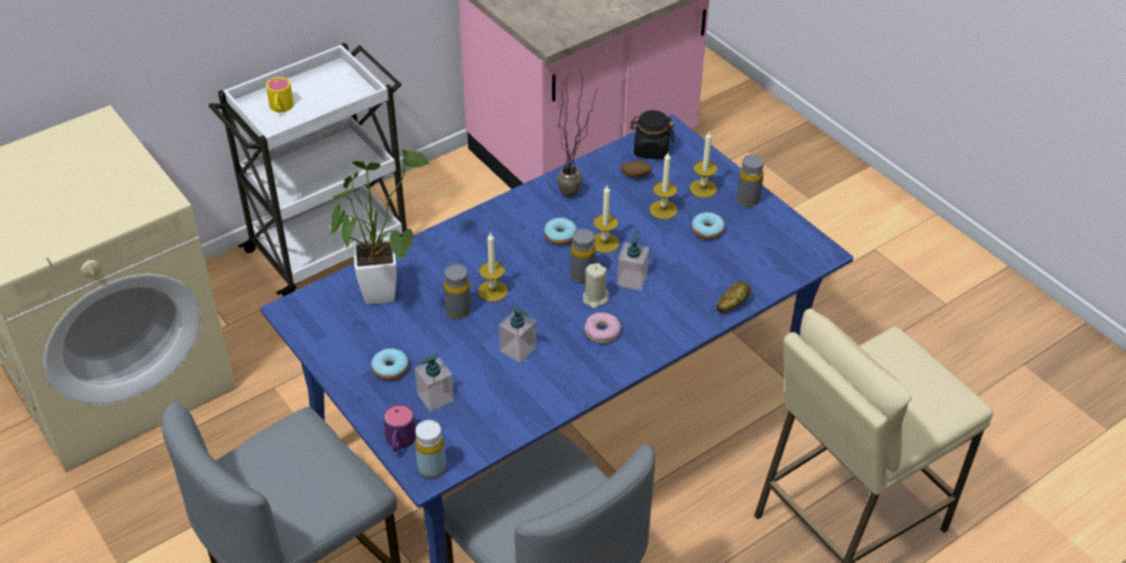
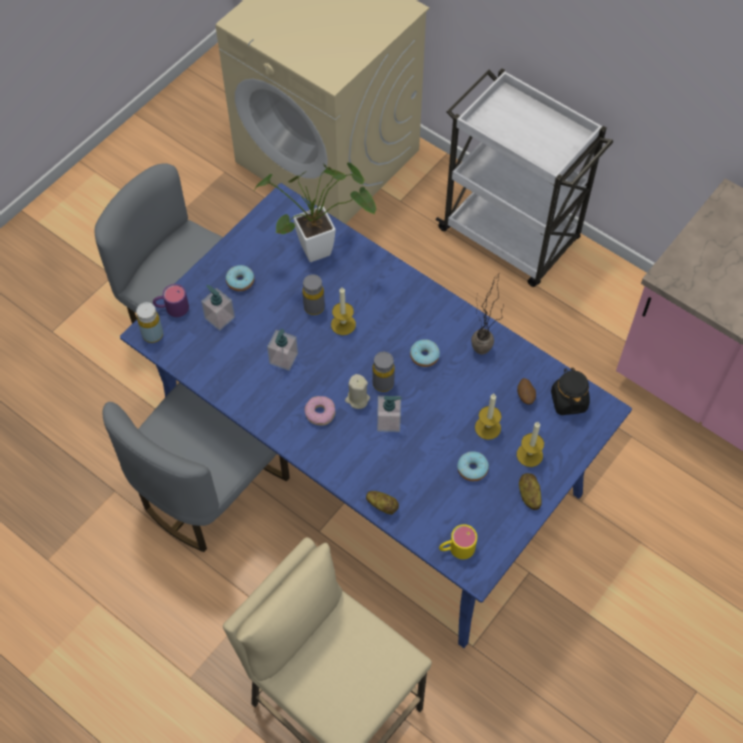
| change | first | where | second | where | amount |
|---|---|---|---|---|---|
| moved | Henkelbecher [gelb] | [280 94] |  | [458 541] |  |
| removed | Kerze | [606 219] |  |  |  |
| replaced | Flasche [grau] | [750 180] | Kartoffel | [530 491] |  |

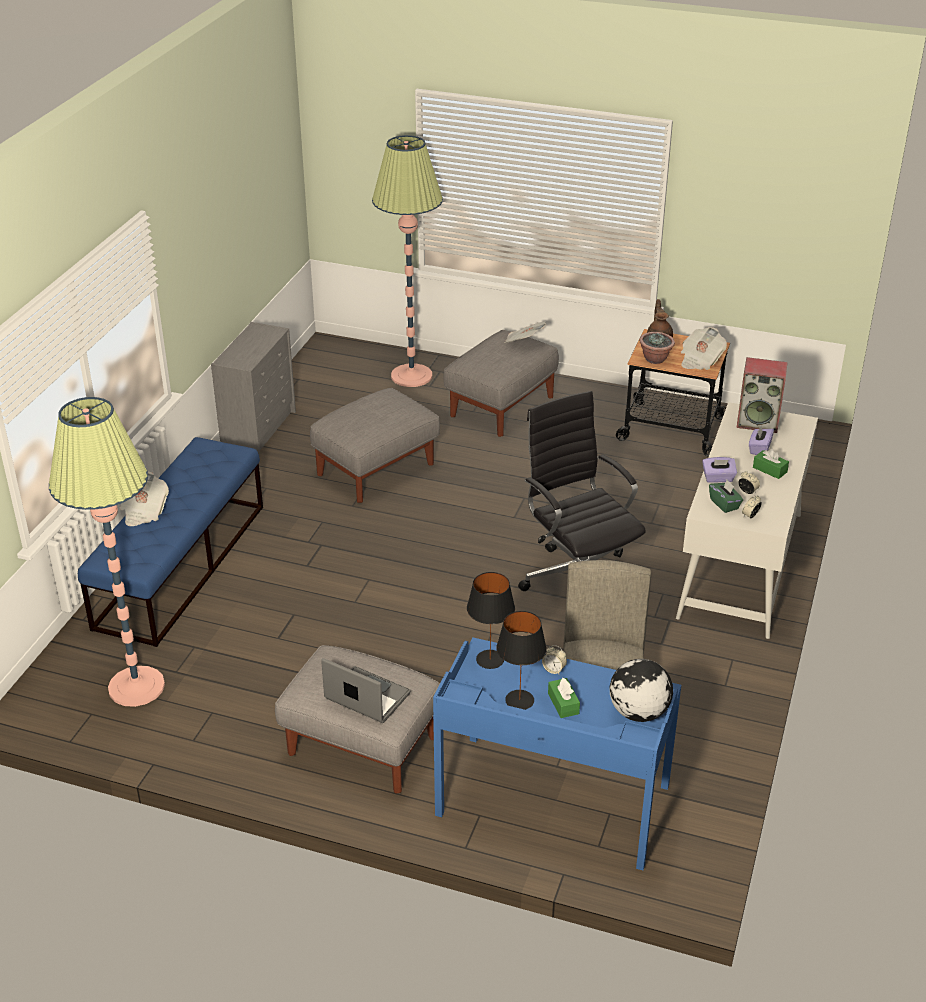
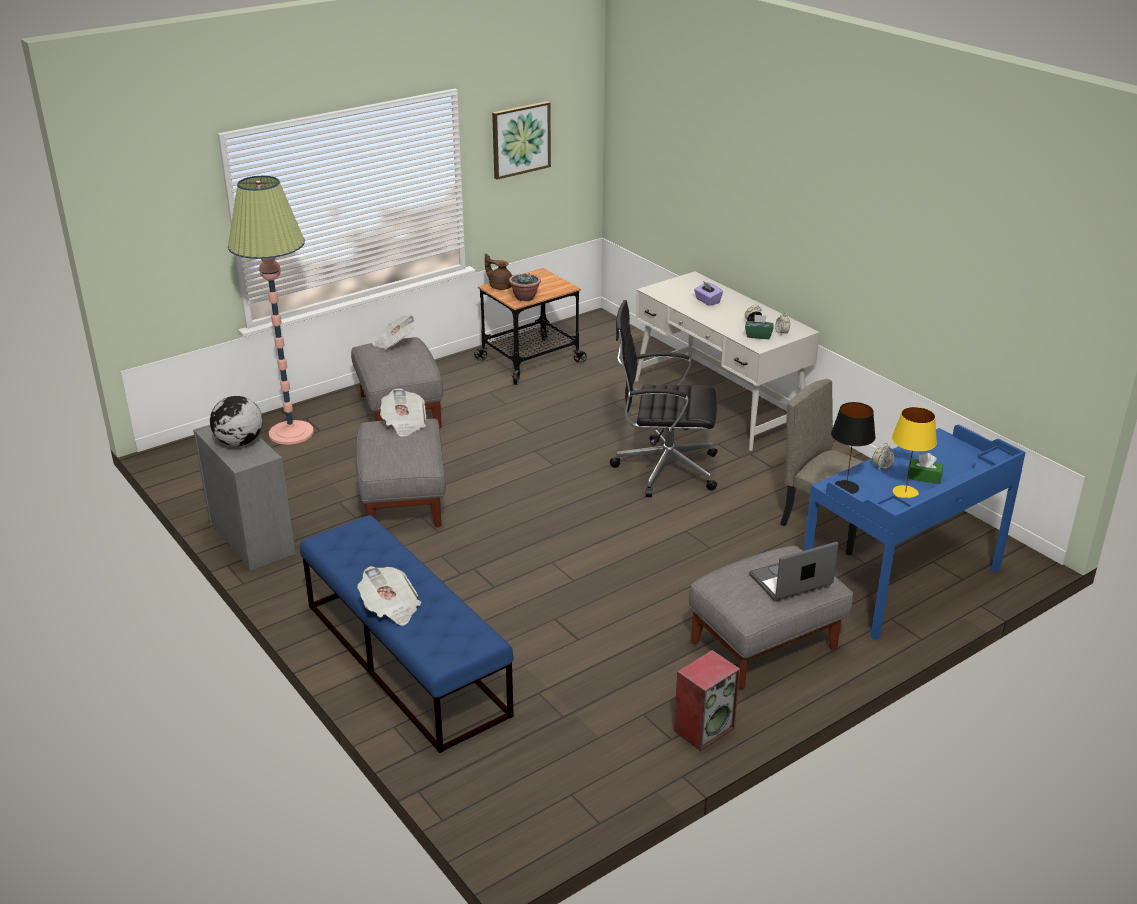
| change | first | where | second | where | amount |
|---|---|---|---|---|---|
| removed | Stehlampe | [107 552] |  |  |  |
| recoloured | Tischlampe [schwarz] | [521 660] | Tischlampe [gelb] | [914 452] |  |
| moved | Globus | [641 690] |  | [236 421] |  |
| moved | Zeitung | [704 348] |  | [403 412] |  |
| removed | Taschentuchbox [lila] | [719 470] |  |  |  |
| moved | Lautsprecher | [762 395] |  | [707 700] |  |
| removed | Taschentuchbox [grün] | [771 464] |  |  |  |
| added |  |  | Bild | [521 140] |  |

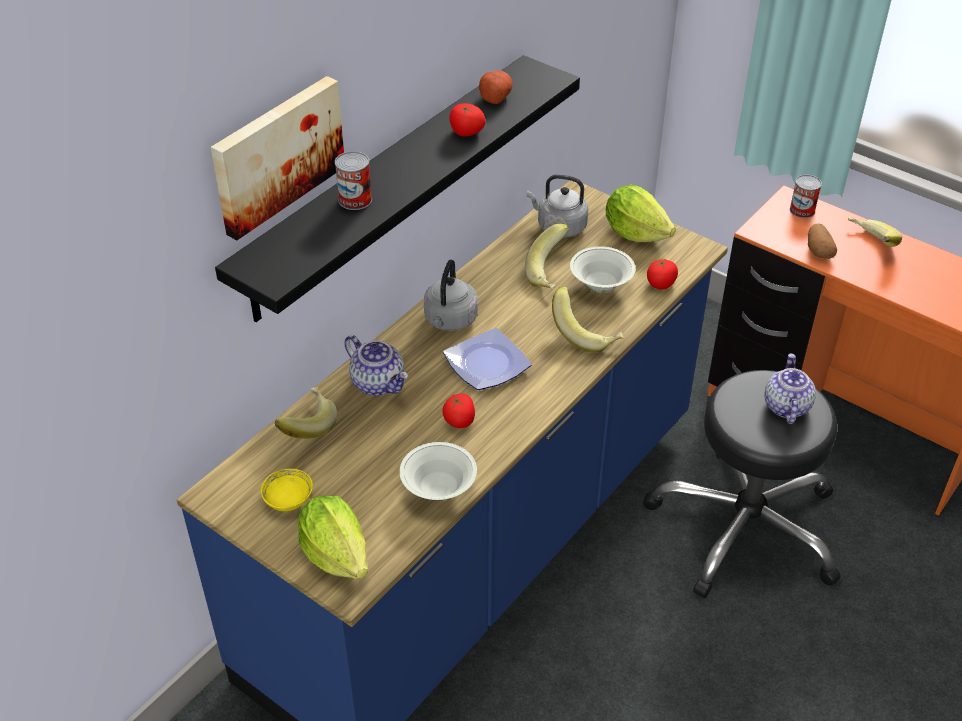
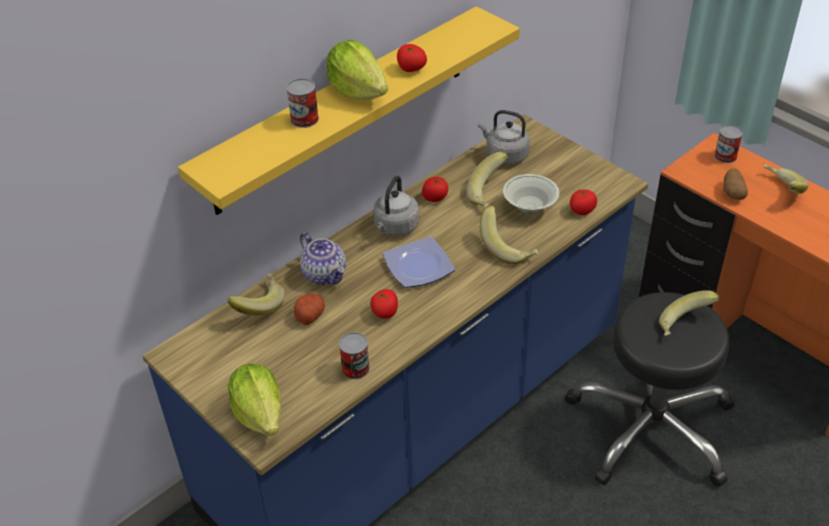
| change | first | where | second | where | amount |
|---|---|---|---|---|---|
| removed | Bild | [277 158] |  |  |  |
| recoloured | Wandregal [schwarz] | [397 188] | Wandregal [gelb] | [349 110] |  |
| removed | Schüssel [gelb] | [287 489] |  |  |  |
| replaced | Schüssel [weiß] | [438 471] | Dose | [354 355] |  |
| moved | Kartoffel | [496 87] |  | [309 309] |  |
| moved | Salatkopf | [641 213] |  | [357 70] |  |
| replaced | Teekanne | [790 388] | Banane | [689 313] |  |
| added |  |  | Tomate | [435 189] |  |

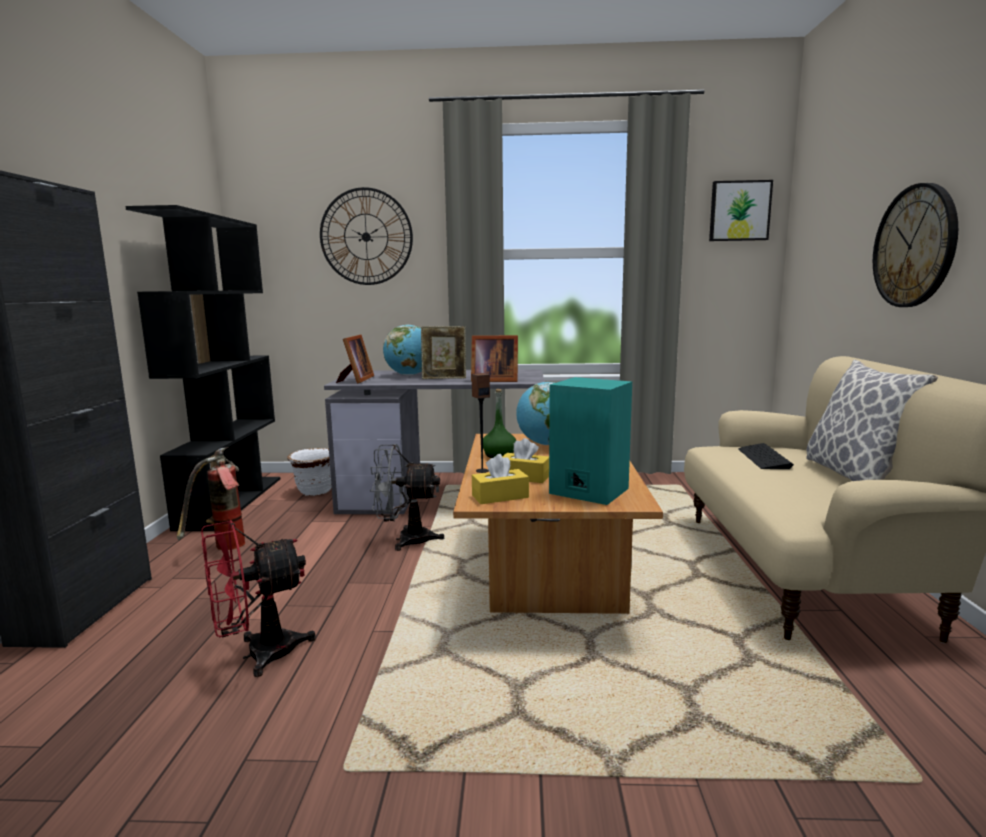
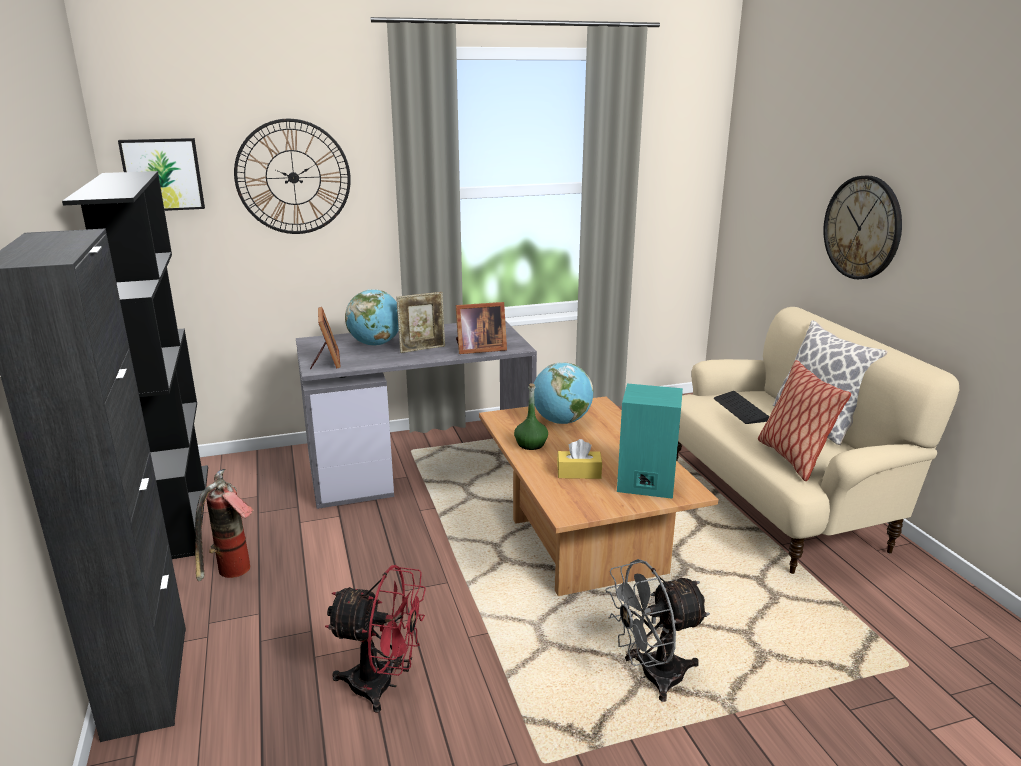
| change | first | where | second | where | amount |
|---|---|---|---|---|---|
| turned | Ventilator [rot] | [258 598] |  | [375 639] | 120 degrees counterclockwise |
| removed | Pflanzkübel [weiß] | [309 472] |  |  |  |
| moved | Ventilator [grau] | [407 497] |  | [657 630] |  |
| removed | Lautsprecher | [480 423] |  |  |  |
| removed | Taschentuchbox [gelb] | [500 479] |  |  |  |
| moved | Bild | [741 210] |  | [161 174] |  |
| added |  |  | Kissen | [804 420] |  |

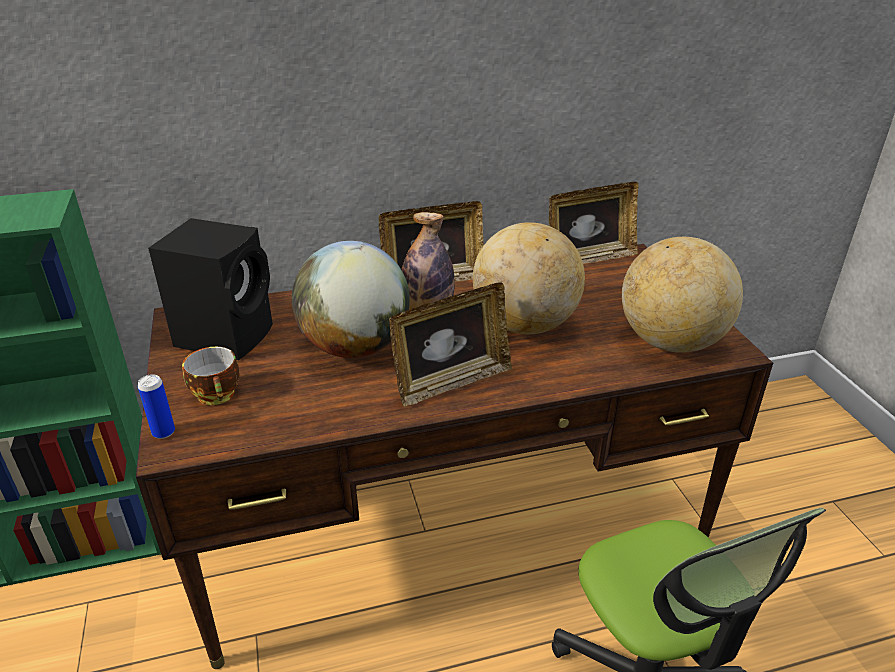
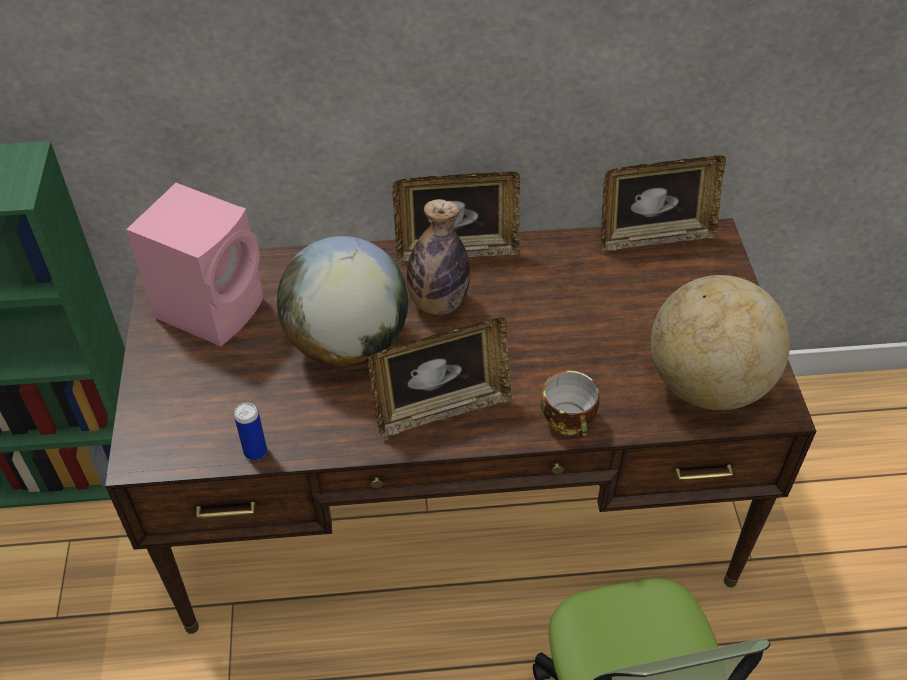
| change | first | where | second | where | amount |
|---|---|---|---|---|---|
| moved | Dose | [156 406] |  | [250 431] |  |
| recoloured | Lautsprecher [schwarz] | [210 289] | Lautsprecher [rosa] | [195 265] |  |
| moved | Tasse | [211 376] |  | [570 404] |  |
| removed | Globus | [529 278] |  |  |  |

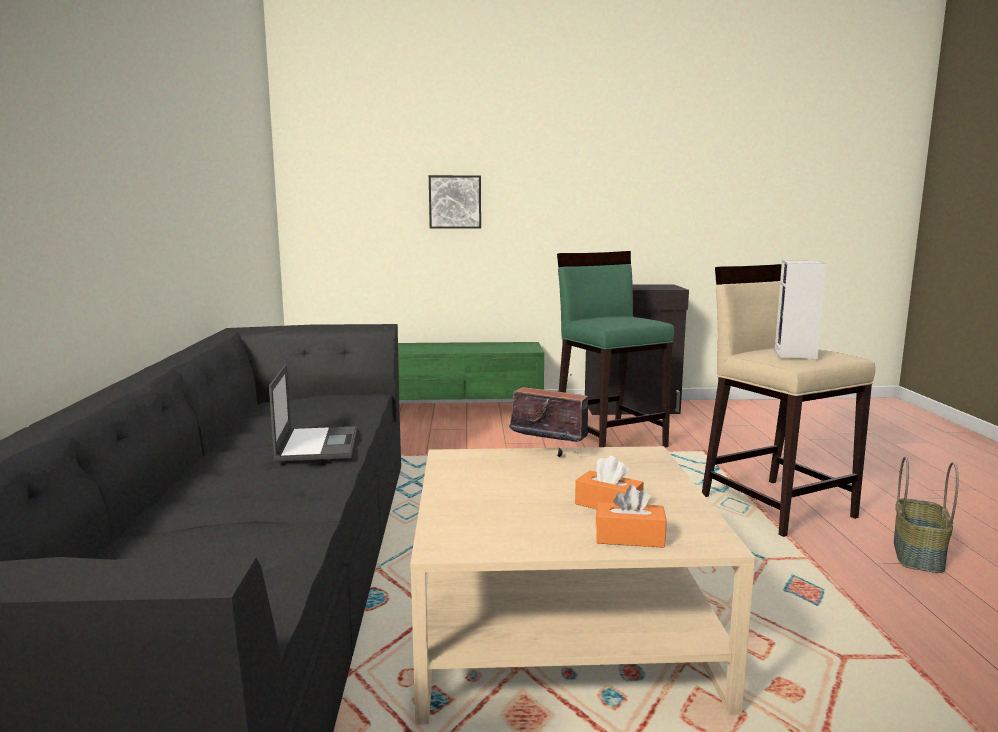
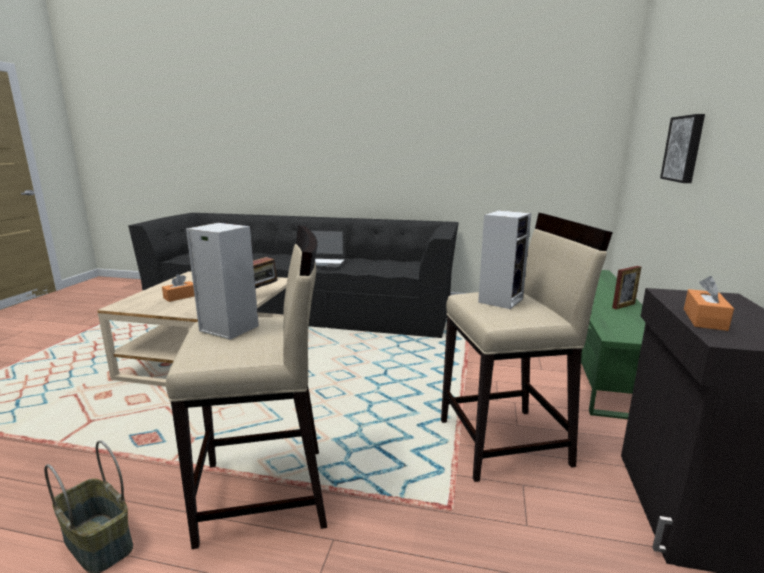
| change | first | where | second | where | amount |
|---|---|---|---|---|---|
| recoloured | Hocker [grün] | [615 349] | Hocker [beige] | [527 347] |  |
| moved | Taschentuchbox [orange] | [631 516] |  | [709 303] |  |
| added |  |  | Lautsprecher | [504 259] |  |
| added |  |  | Bilderrahmen | [626 287] |  |

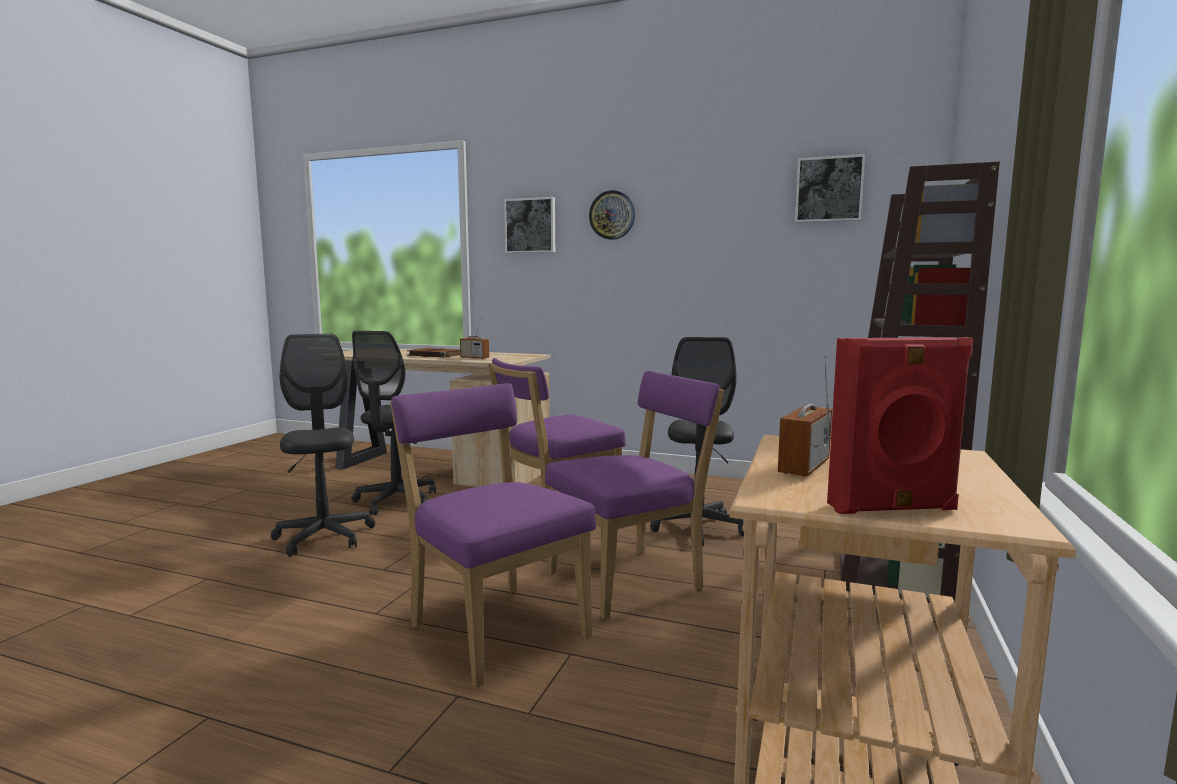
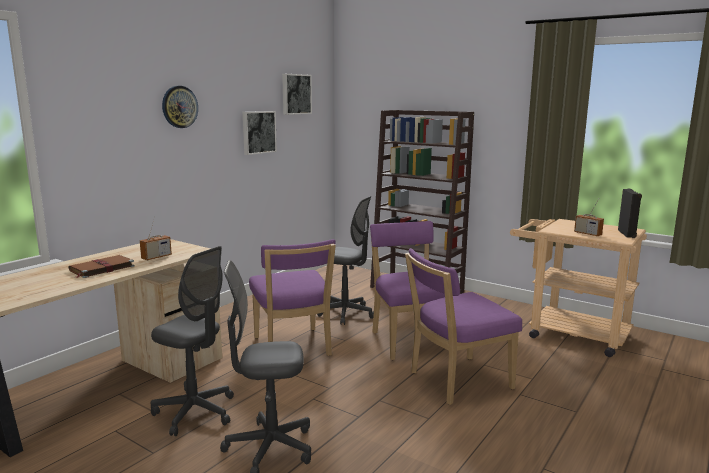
| change | first | where | second | where | amount |
|---|---|---|---|---|---|
| moved | Bild | [529 225] |  | [260 133] |  |
| recoloured | Lautsprecher [rot] | [900 425] | Lautsprecher [schwarz] | [630 213] |  |

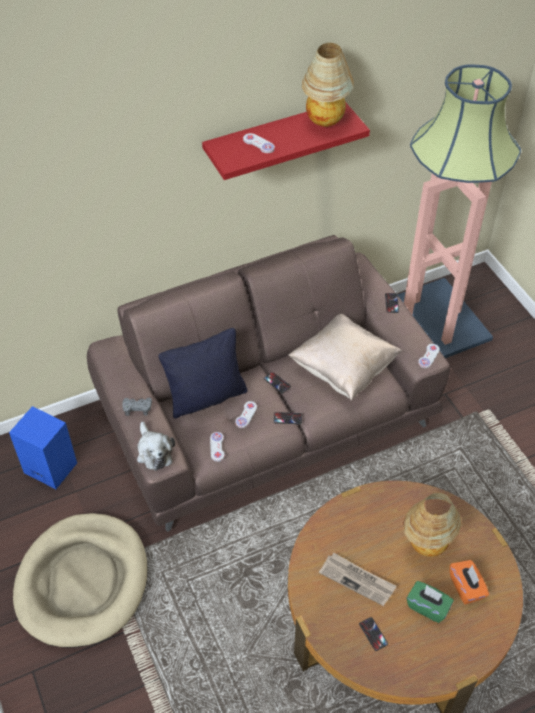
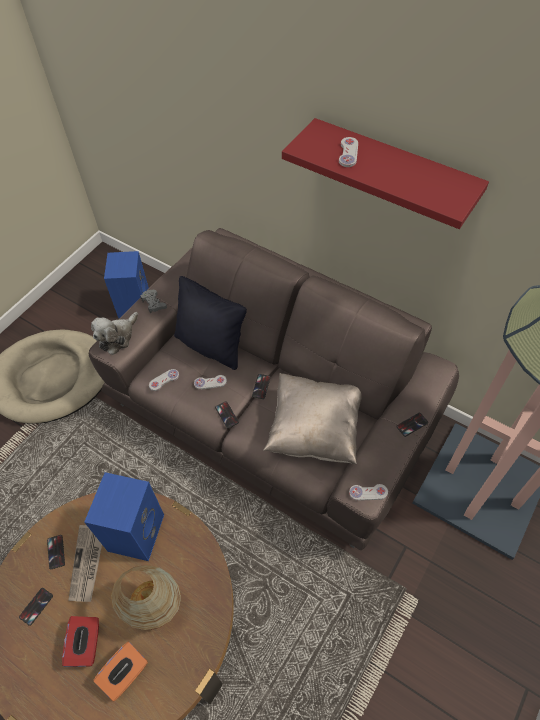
| change | first | where | second | where | amount |
|---|---|---|---|---|---|
| removed | Tischlampe | [327 85] |  |  |  |
| recoloured | Taschentuchbox [grün] | [430 602] | Taschentuchbox [rot] | [80 641] |  |
| added |  |  | Handy | [56 552] |  |
| added |  |  | Lautsprecher [blau] | [124 516] |  |

